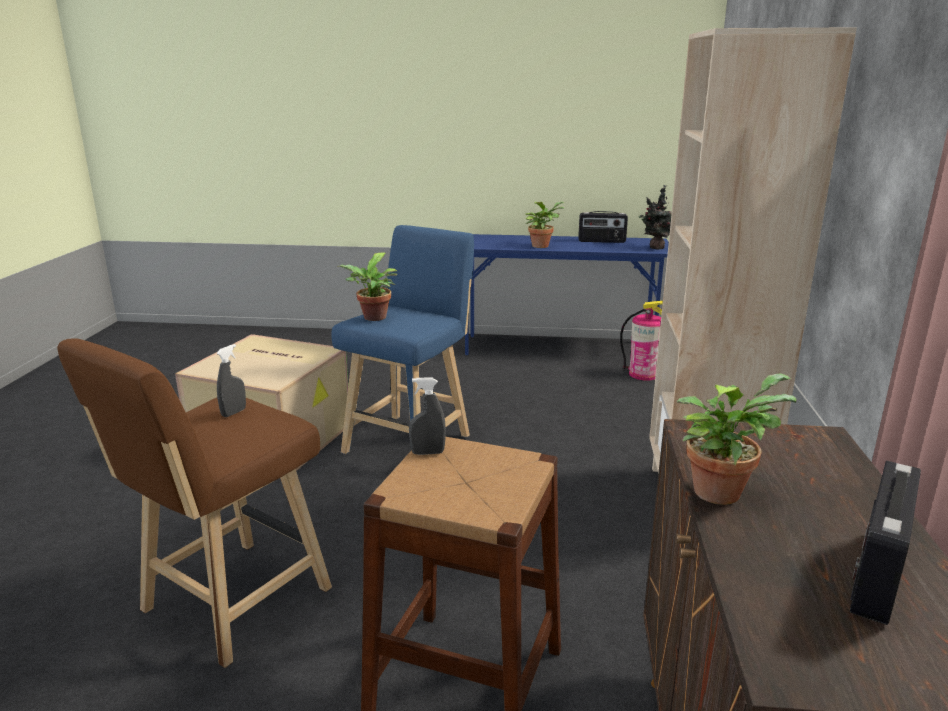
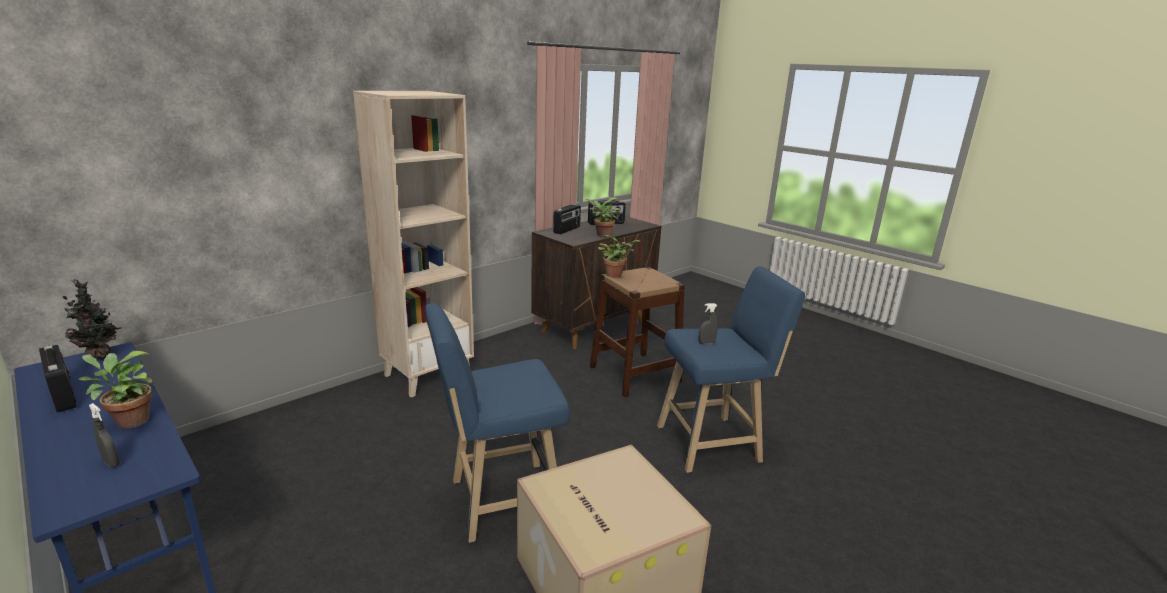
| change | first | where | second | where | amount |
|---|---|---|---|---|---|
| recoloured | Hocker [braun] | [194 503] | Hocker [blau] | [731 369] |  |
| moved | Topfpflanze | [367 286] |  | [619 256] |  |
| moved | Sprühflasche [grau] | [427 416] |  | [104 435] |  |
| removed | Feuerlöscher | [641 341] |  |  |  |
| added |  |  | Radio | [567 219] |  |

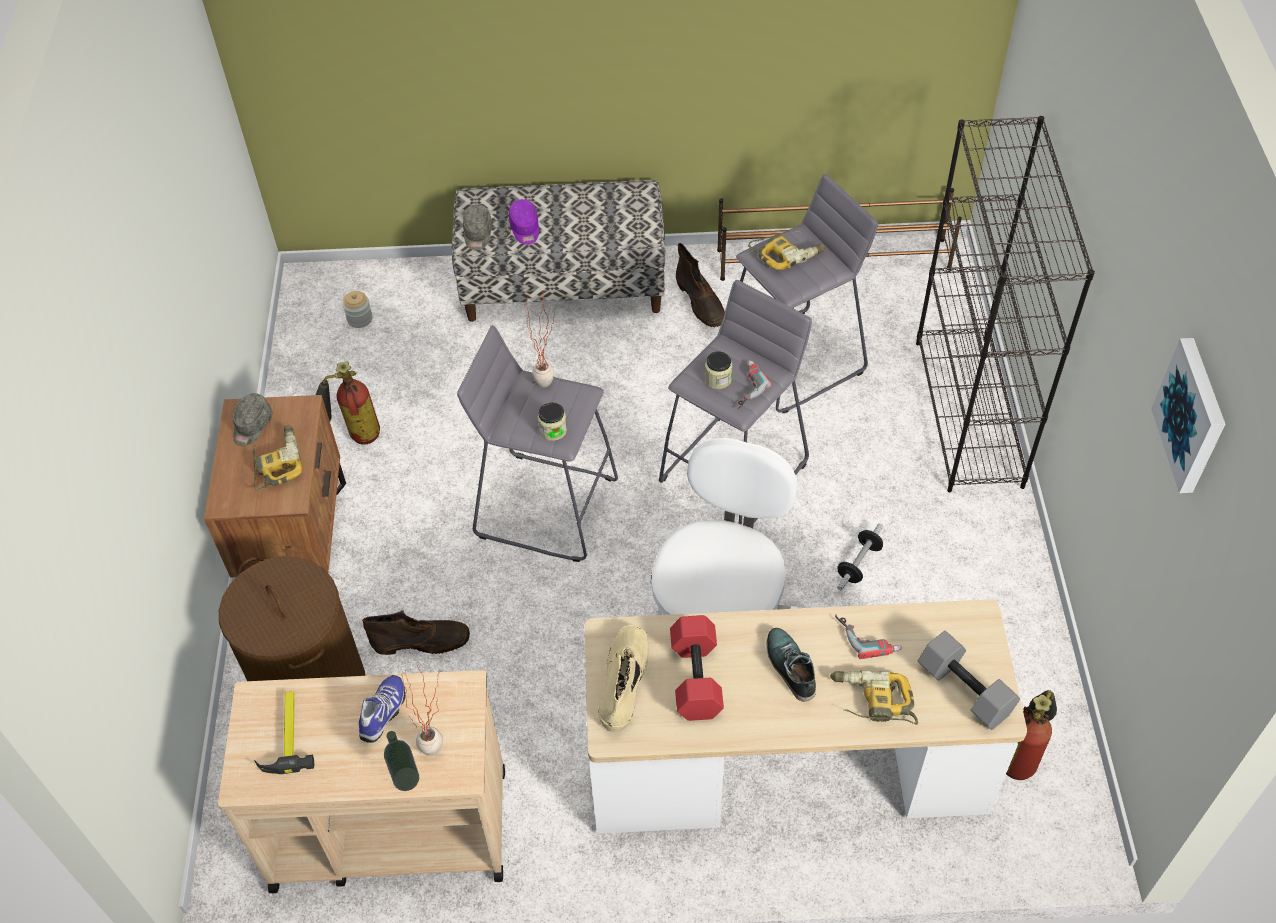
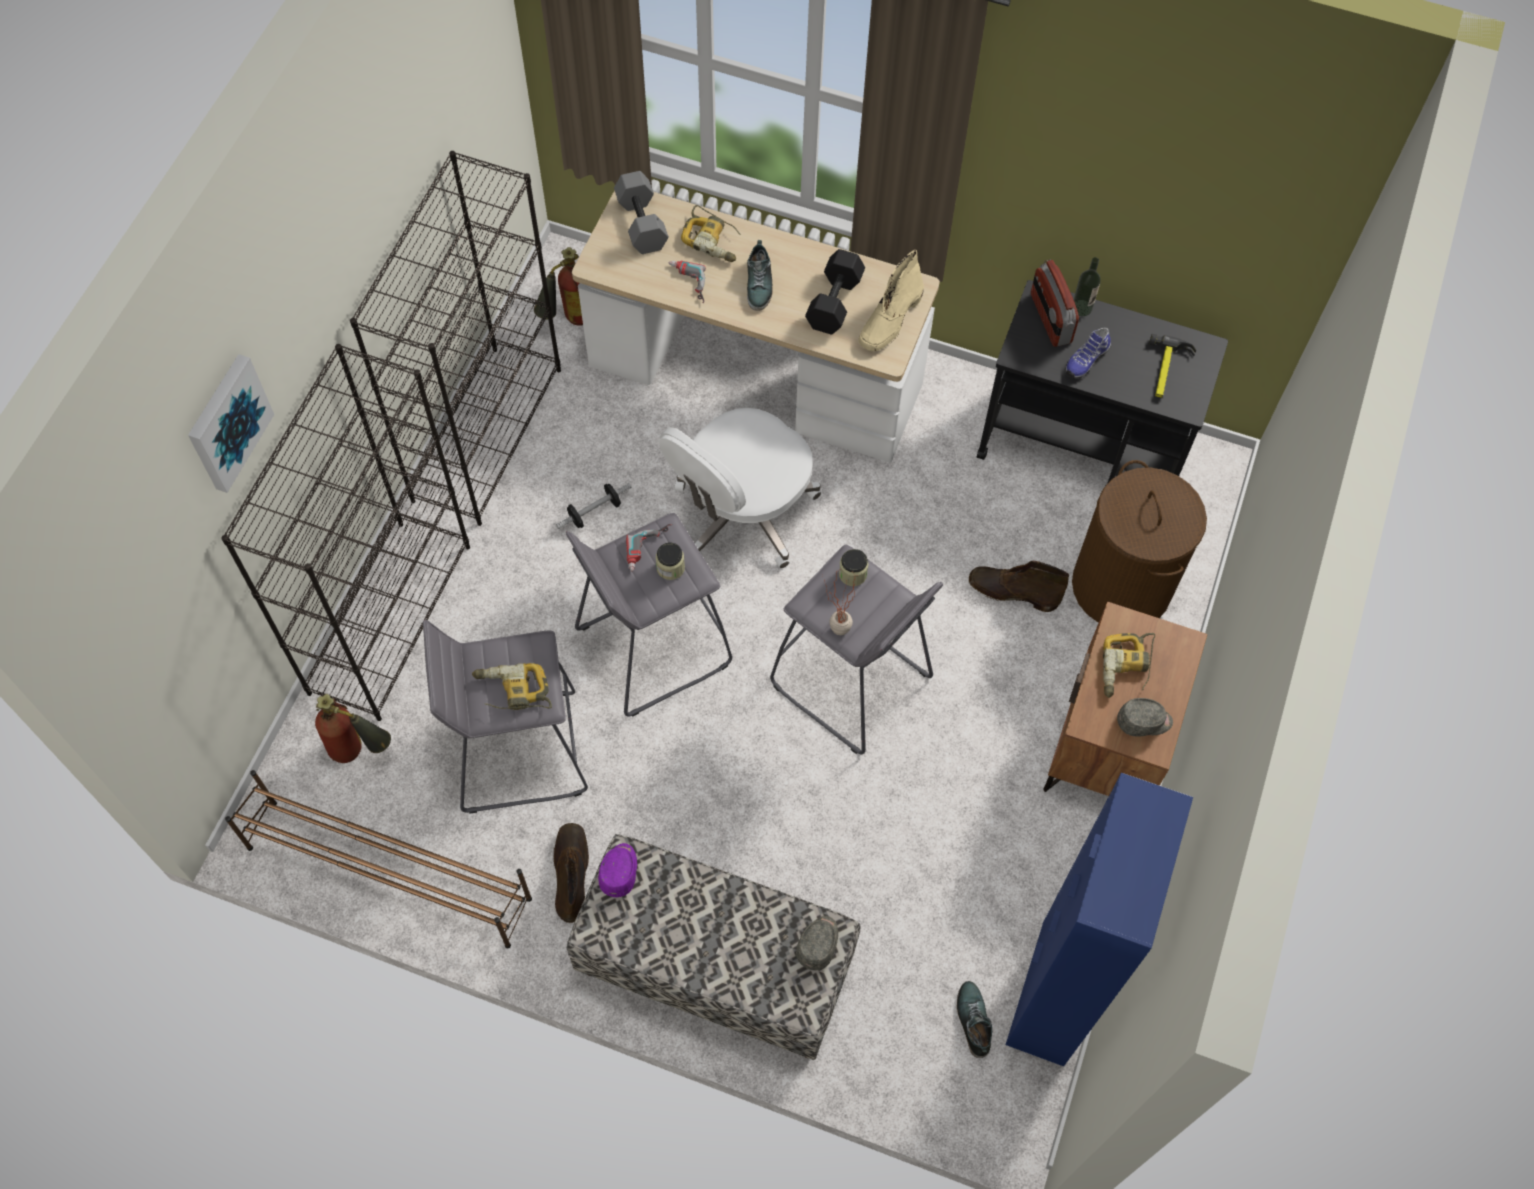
| change | first | where | second | where | amount |
|---|---|---|---|---|---|
| recoloured | Rollwagen [beige] | [361 781] | Rollwagen [schwarz] | [1102 382] |  |
| turned | Kappe [grau] | [252 419] |  | [1145 717] | 45 degrees clockwise |
| moved | Feuerlöscher | [348 403] |  | [353 728] |  |
| replaced | Vorratsglas | [358 309] | Schuh | [974 1019] |  |
| replaced | Topfpflanze | [422 711] | Radio | [1055 303] |  |
| moved | Kappe [lila] | [524 222] |  | [617 870] |  |
| recoloured | Hantel [rot] | [697 668] | Hantel [schwarz] | [835 292] |  |
| moved | Bild | [1188 415] |  | [231 423] |  |
| added |  |  | Bücherregal [schwarz] | [455 338] |  |
| added |  |  | Schrank [blau] | [1099 919] |  |

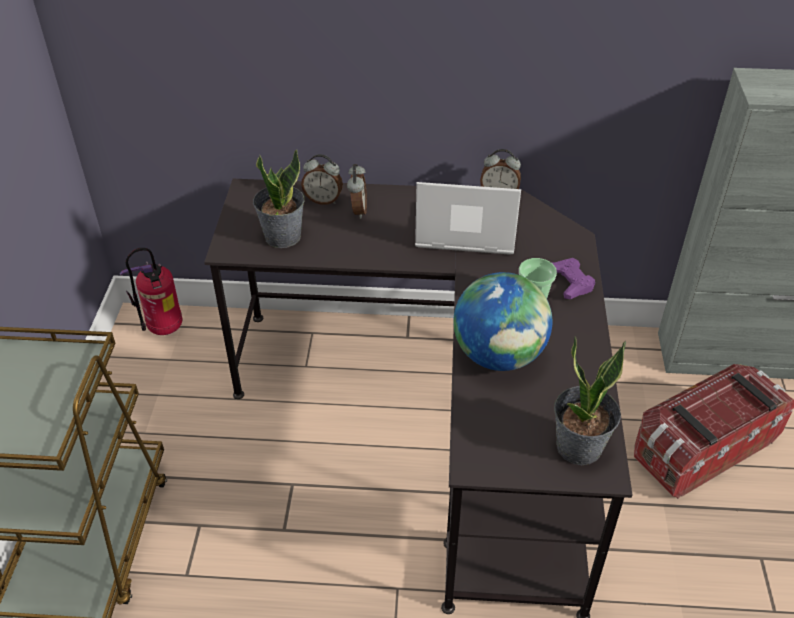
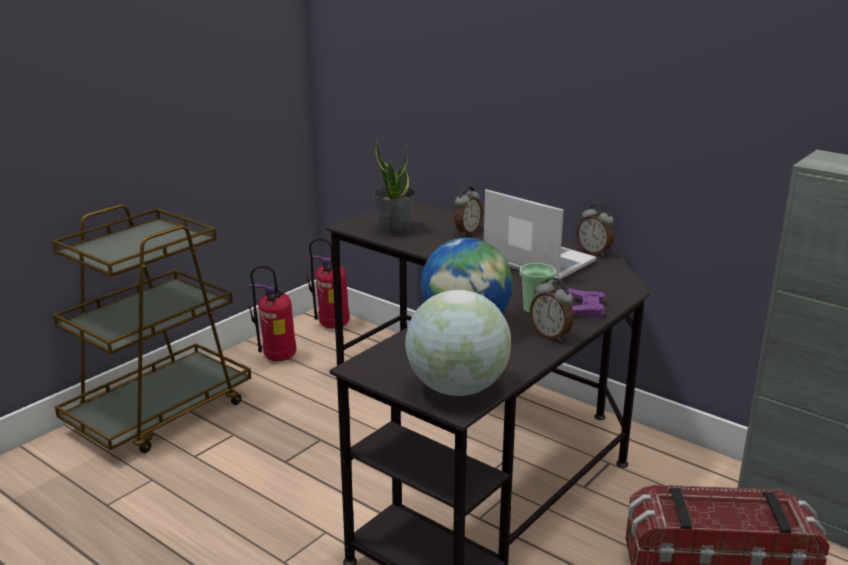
| change | first | where | second | where | amount |
|---|---|---|---|---|---|
| moved | Wecker | [322 179] |  | [552 310] |  |
| replaced | Topfpflanze | [590 401] | Globus | [458 343] |  |
| added |  |  | Feuerlöscher | [271 313] |  |

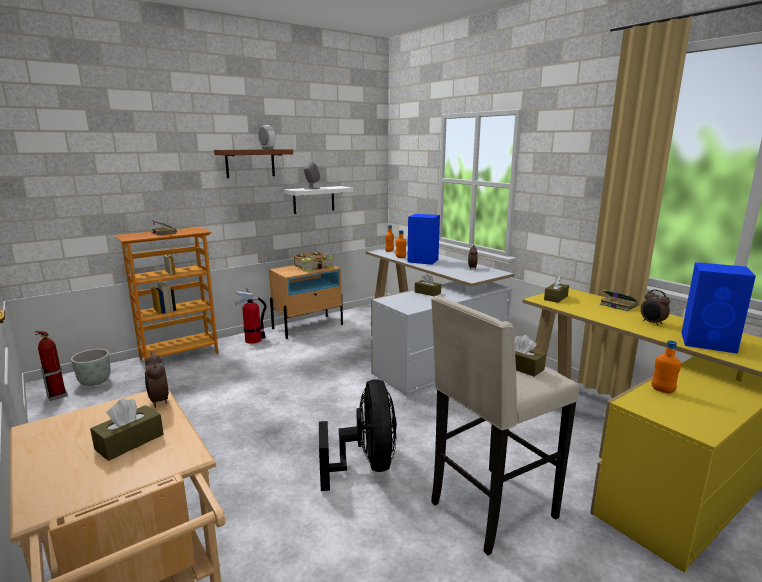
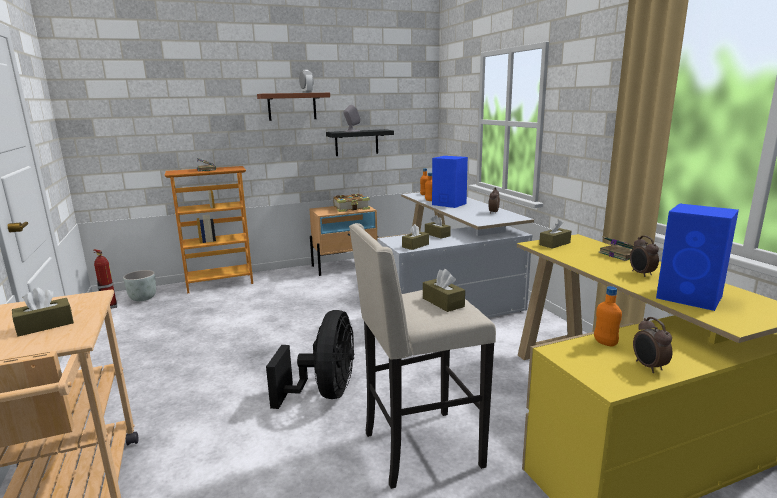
| change | first | where | second | where | amount |
|---|---|---|---|---|---|
| moved | Wecker | [157 379] |  | [652 345] |  |
| removed | Feuerlöscher | [251 316] |  |  |  |
| recoloured | Wandregal [weiß] | [318 200] | Wandregal [schwarz] | [360 142] |  |
| added |  |  | Taschentuchbox [braun] | [415 237] |  |

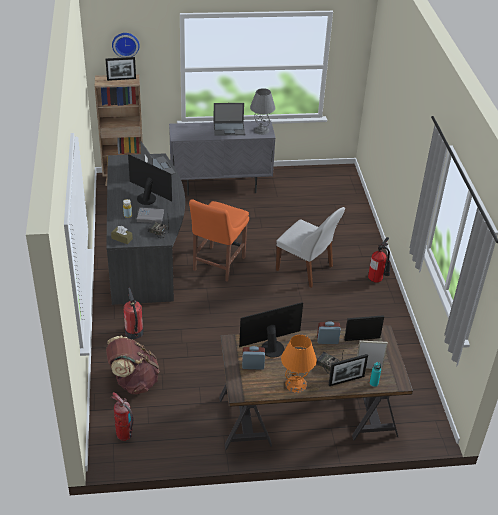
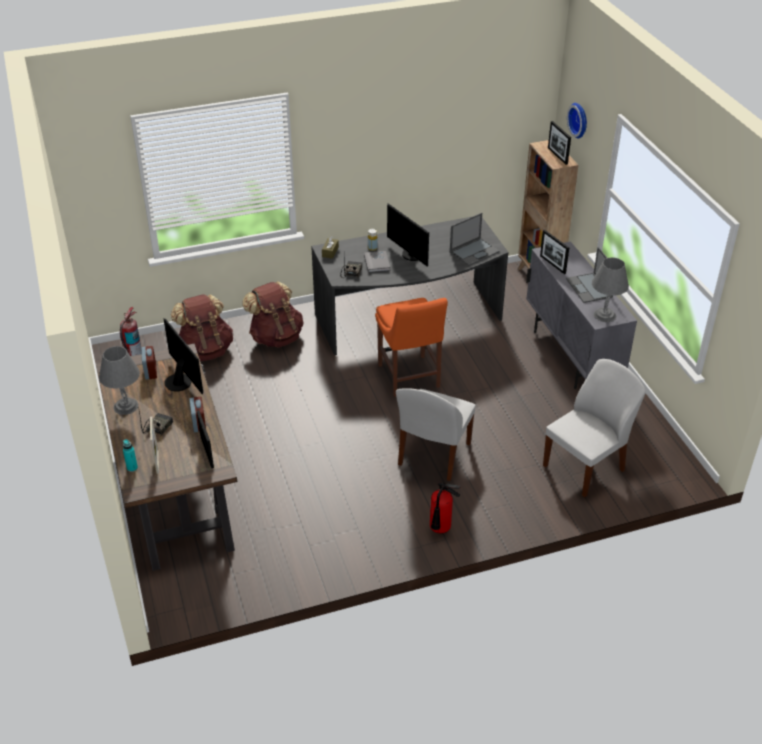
| change | first | where | second | where | amount |
|---|---|---|---|---|---|
| replaced | Feuerlöscher | [134 313] | Rucksack [braun] | [272 315] |  |
| turned | Monitor | [150 180] |  | [408 234] | 120 degrees clockwise |
| turned | Stuhl [orange] | [219 240] |  | [411 347] | 120 degrees counterclockwise |
| recoloured | Tischlampe [orange] | [299 364] | Tischlampe [grau] | [119 380] |  |
| moved | Bilderrahmen | [348 370] |  | [554 252] |  |
| added |  |  | Stuhl [weiß] | [594 428] |  |

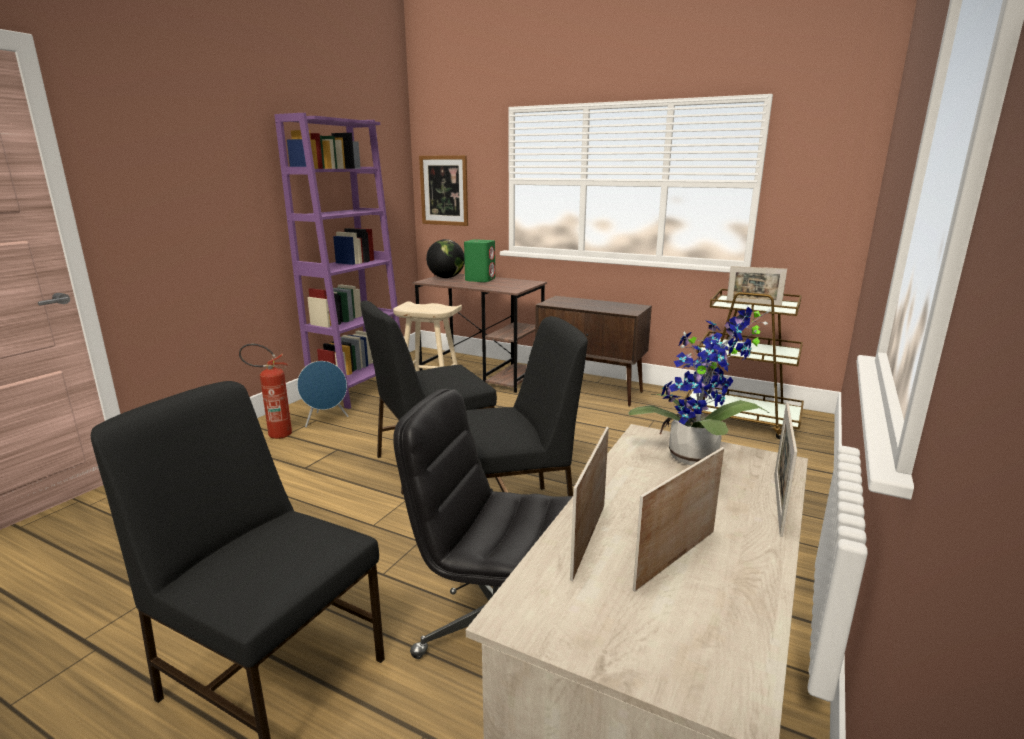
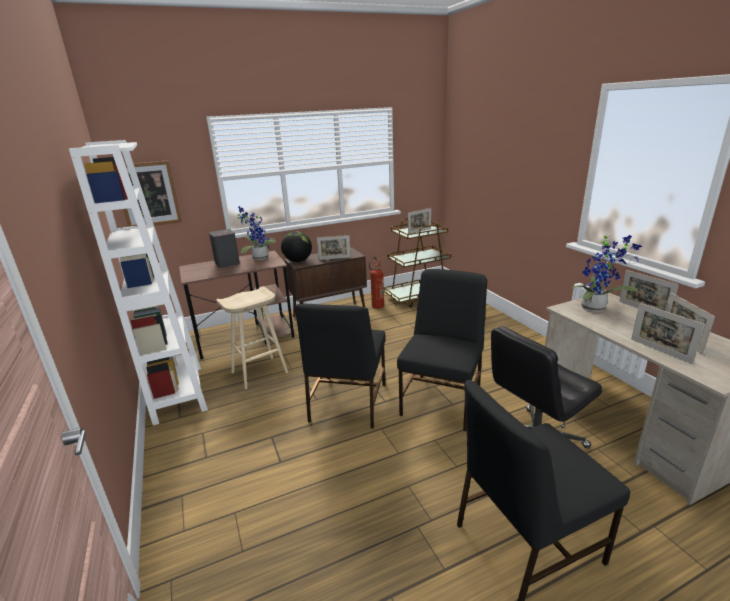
| change | first | where | second | where | amount |
|---|---|---|---|---|---|
| moved | Feuerlöscher | [265 391] |  | [376 283] |  |
| recoloured | Bücherregal [lila] | [337 261] | Bücherregal [weiß] | [138 282] |  |
| removed | Lautsprecher [blau] | [323 394] |  |  |  |
| moved | Globus | [445 258] |  | [296 246] |  |
| recoloured | Lautsprecher [grün] | [479 260] | Lautsprecher [grau] | [224 248] |  |
| added |  |  | Topfpflanze | [257 233] |  |
| added |  |  | Bilderrahmen | [334 247] |  |

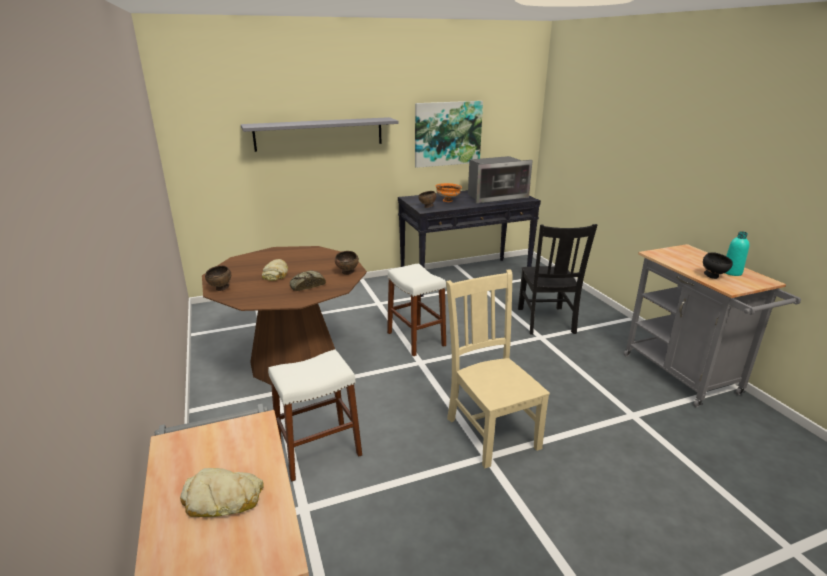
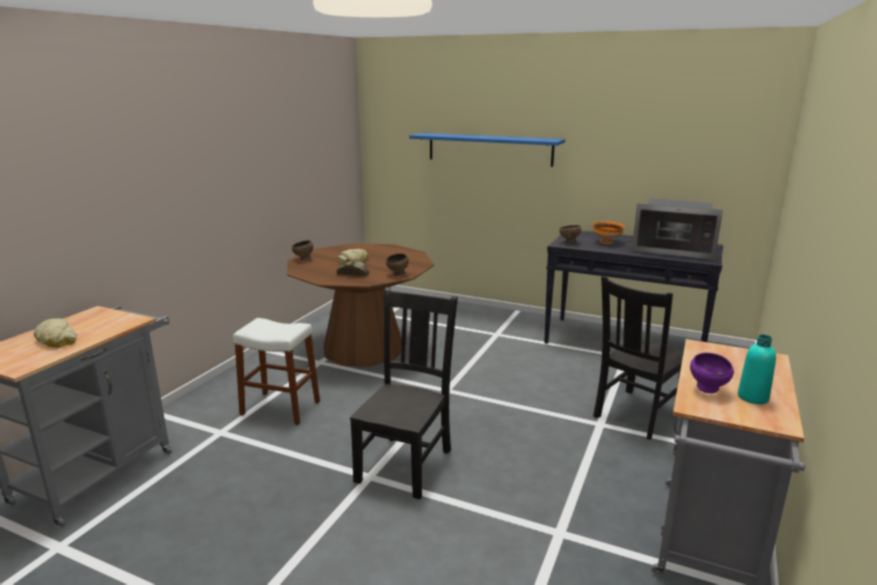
| change | first | where | second | where | amount |
|---|---|---|---|---|---|
| recoloured | Wandregal [grau] | [320 134] | Wandregal [blau] | [487 150] |  |
| removed | Hocker [weiß] | [416 310] |  |  |  |
| removed | Bild | [449 134] |  |  |  |
| recoloured | Stuhl [beige] | [498 368] | Stuhl [schwarz] | [404 393] |  |
| recoloured | Schüssel [schwarz] | [718 265] | Schüssel [lila] | [712 373] |  |

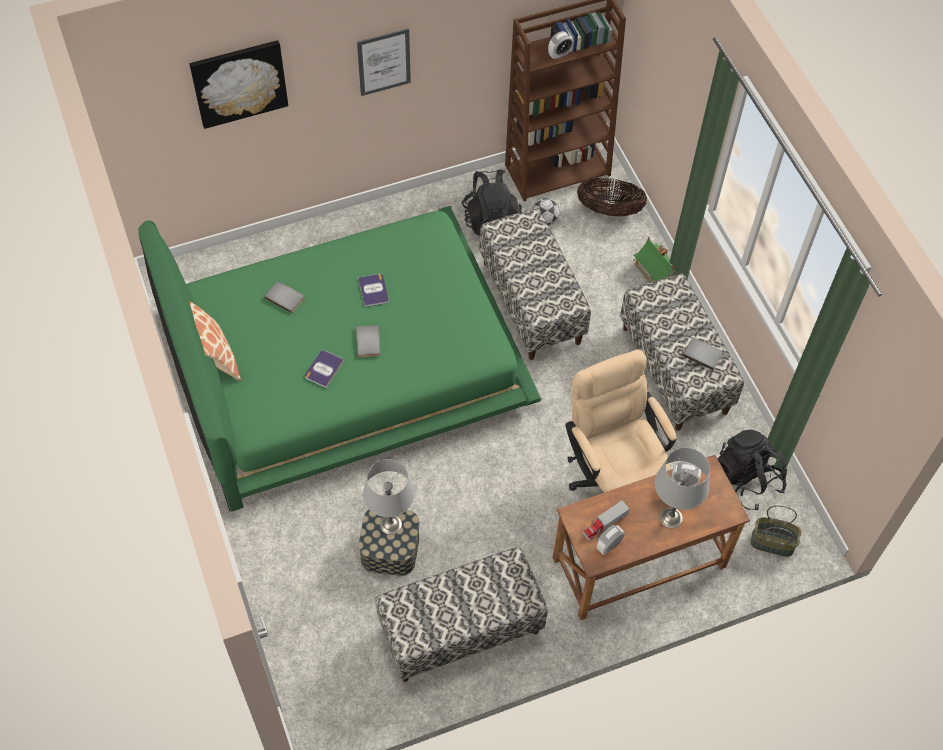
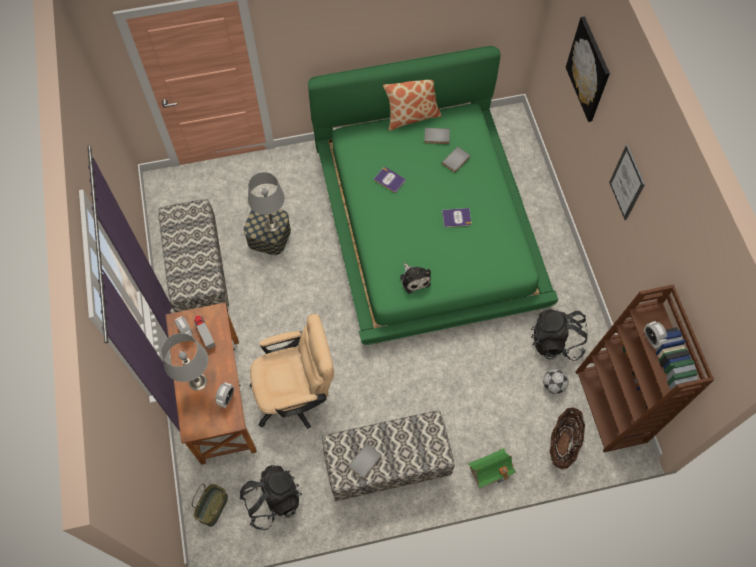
| change | first | where | second | where | amount |
|---|---|---|---|---|---|
| moved | Buch [grau] | [368 341] |  | [437 136] |  |
| removed | Bank | [535 284] |  |  |  |
| added |  |  | Plüschtier | [415 278] |  |

